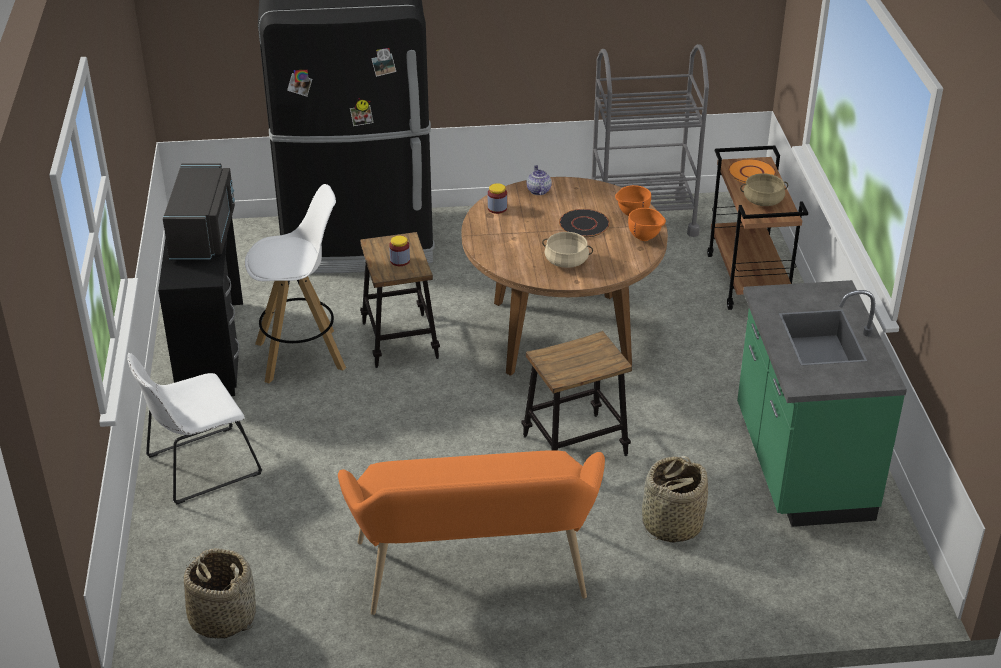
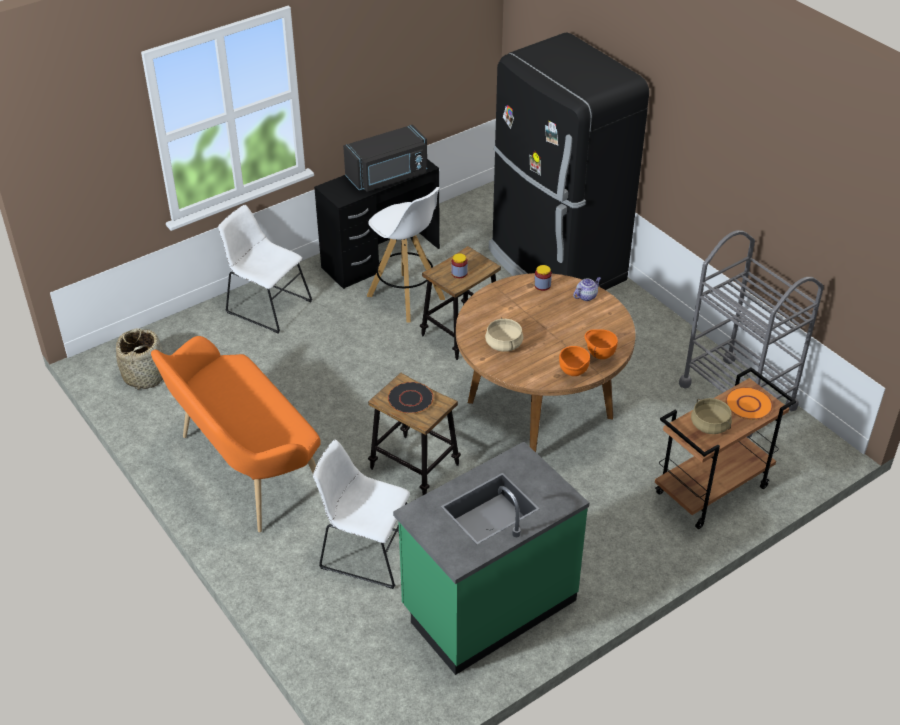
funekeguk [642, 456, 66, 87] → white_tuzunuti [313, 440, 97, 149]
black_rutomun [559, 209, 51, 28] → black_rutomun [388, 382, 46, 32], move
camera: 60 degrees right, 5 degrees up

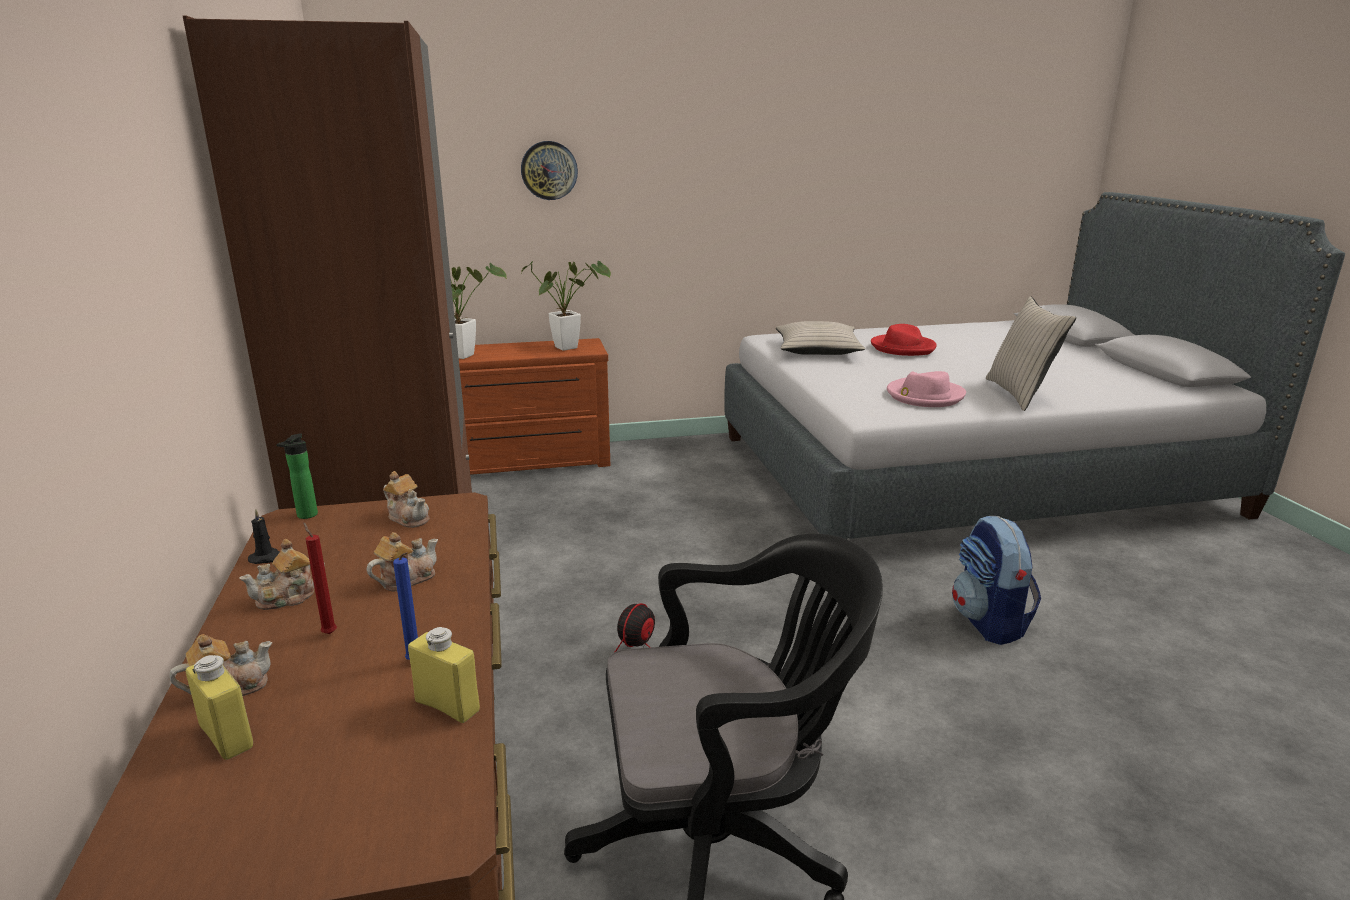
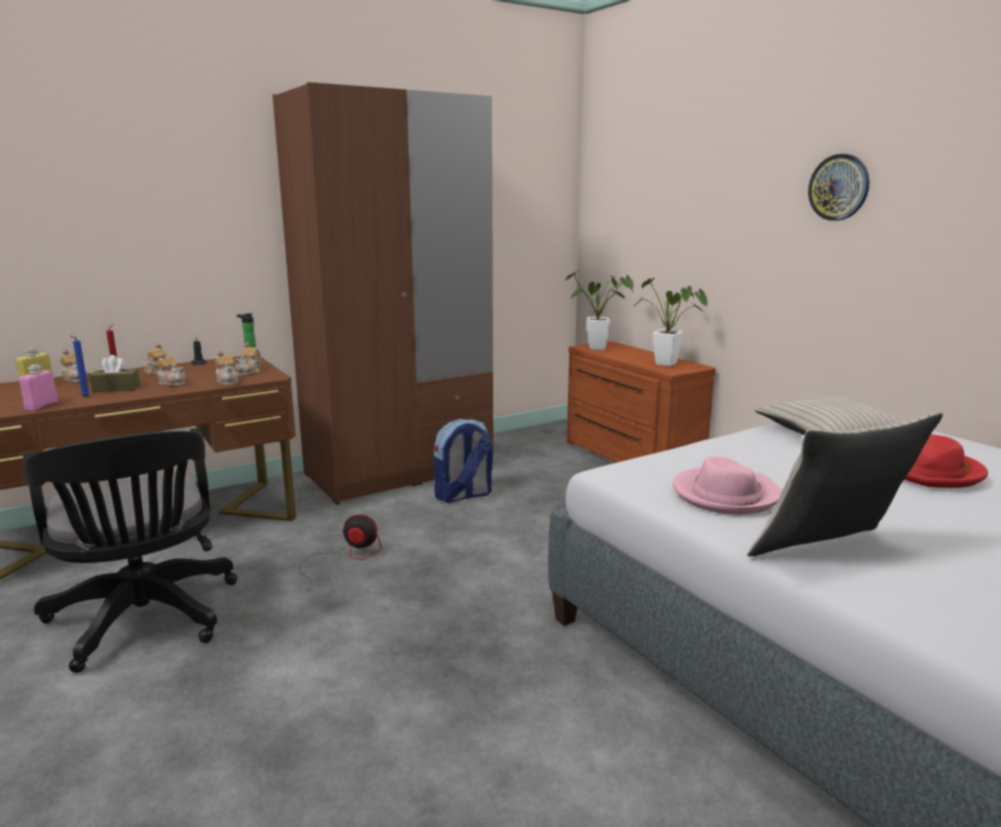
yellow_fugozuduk [408, 627, 72, 96] → pink_fugozuduk [19, 365, 39, 46]
- → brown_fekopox [89, 355, 51, 37]
- → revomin [215, 351, 24, 35]
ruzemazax [952, 516, 89, 129] → ruzemazax [434, 419, 59, 84], move
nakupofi [521, 141, 57, 59] → nakupofi [808, 154, 61, 67], move
camera: 70 degrees right, 5 degrees down

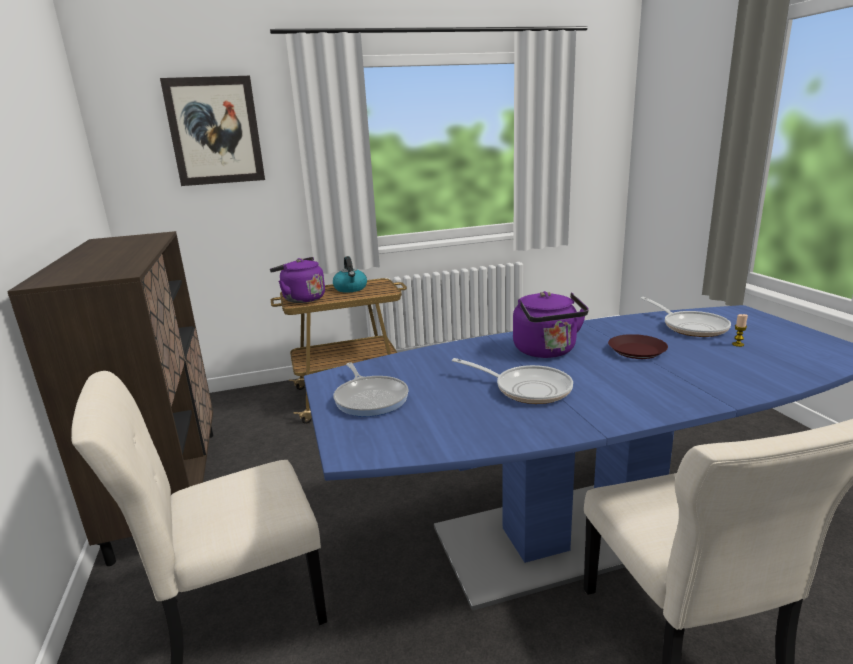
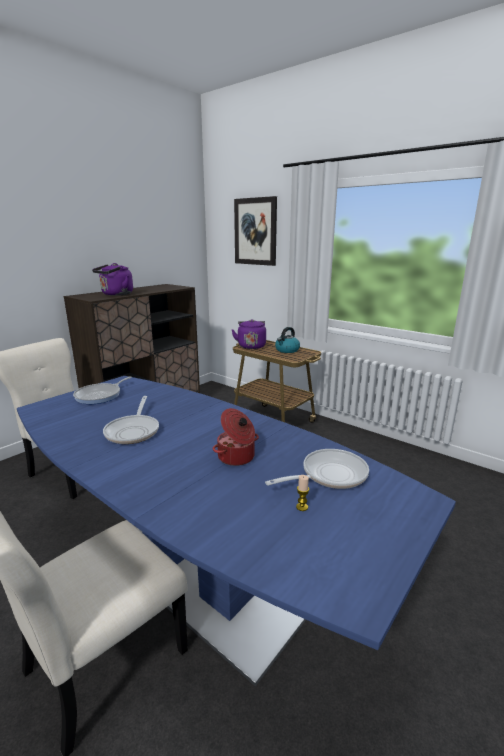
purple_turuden [513, 291, 76, 67] → purple_turuden [92, 263, 41, 33], move
brown_rutomun [608, 334, 60, 25] → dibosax [213, 408, 46, 58]
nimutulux [640, 297, 91, 40] → nimutulux [265, 449, 104, 40], 150 degrees counterclockwise
camera: 55 degrees right, 0 degrees up

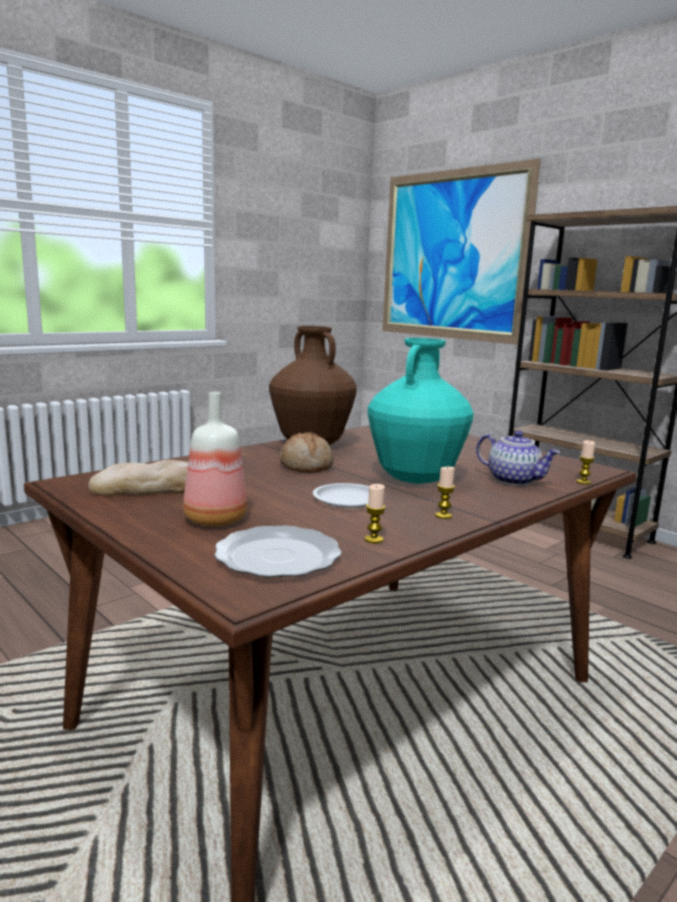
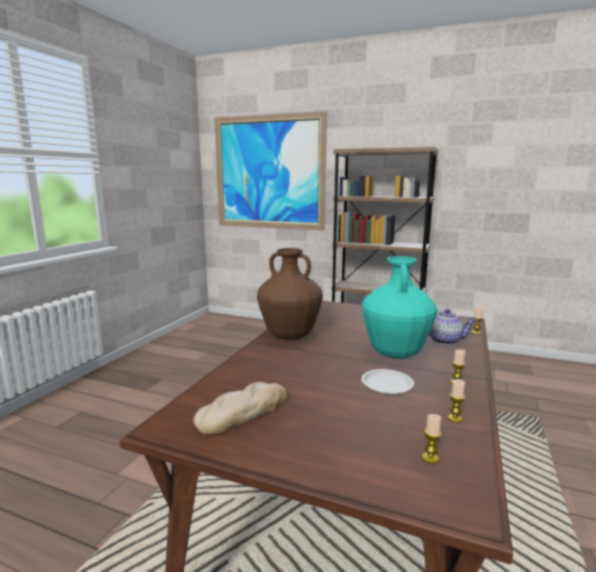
rutomun [214, 525, 128, 52] → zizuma [422, 414, 19, 50]
fugozuduk [183, 392, 64, 134] → -
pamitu [280, 432, 54, 41] → -
camera: 25 degrees left, 0 degrees up

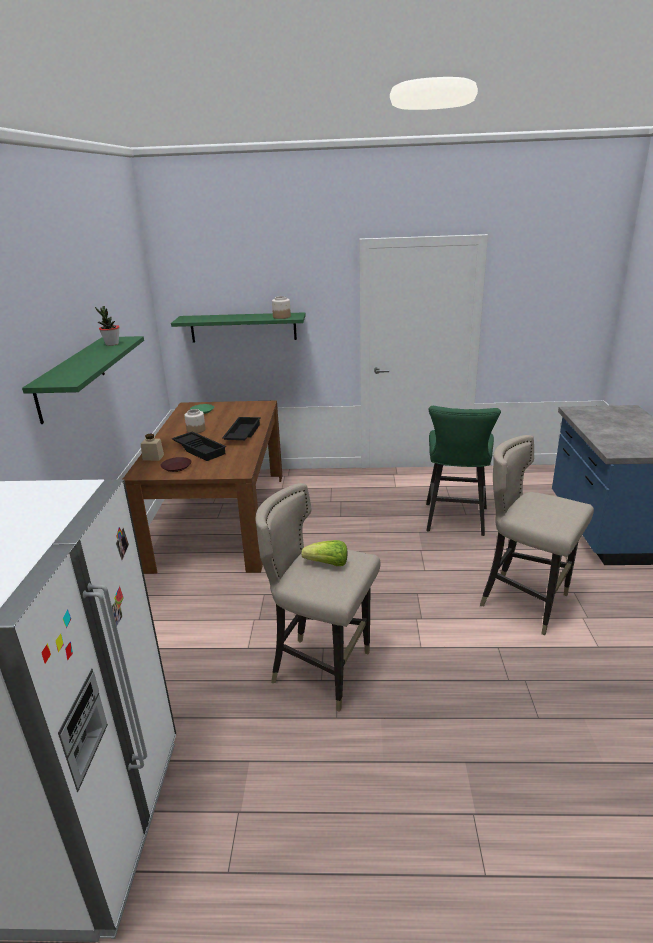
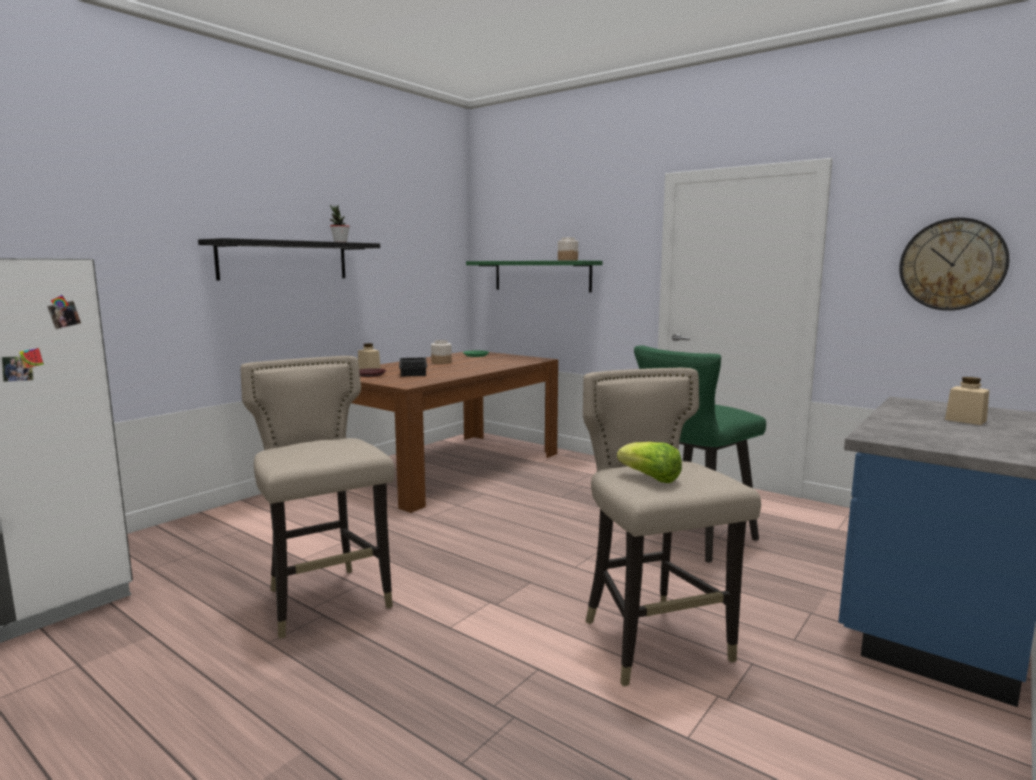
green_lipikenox [22, 336, 122, 88] → black_lipikenox [198, 238, 182, 43]
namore [301, 540, 46, 26] → namore [617, 442, 65, 41], move
- → nakupofi [899, 218, 110, 93]
- → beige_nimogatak [945, 377, 44, 48]
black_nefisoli [222, 417, 39, 23] → -
camera: 35 degrees right, 15 degrees down

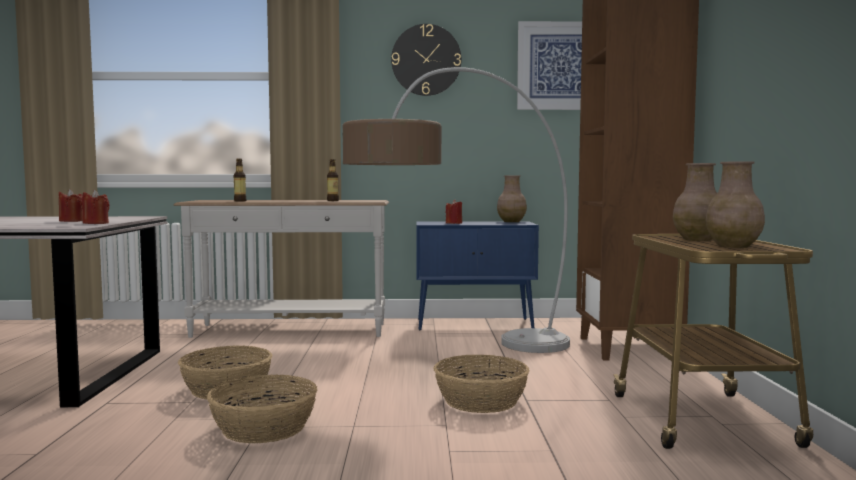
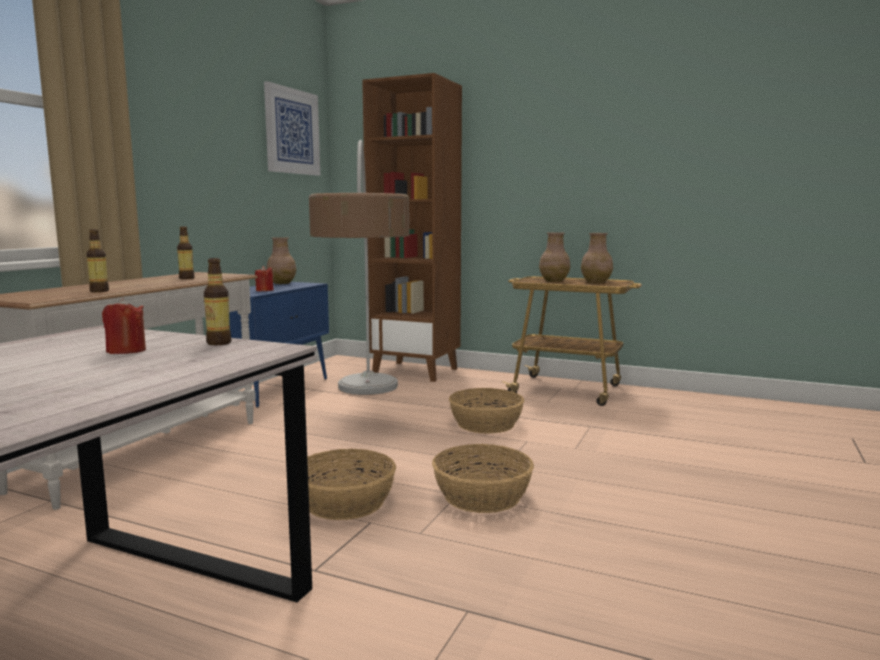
red_zizuma [82, 190, 27, 34] → fugozuduk [204, 258, 28, 87]
nakupofi [391, 24, 70, 72] → -
camera: 65 degrees left, 5 degrees up

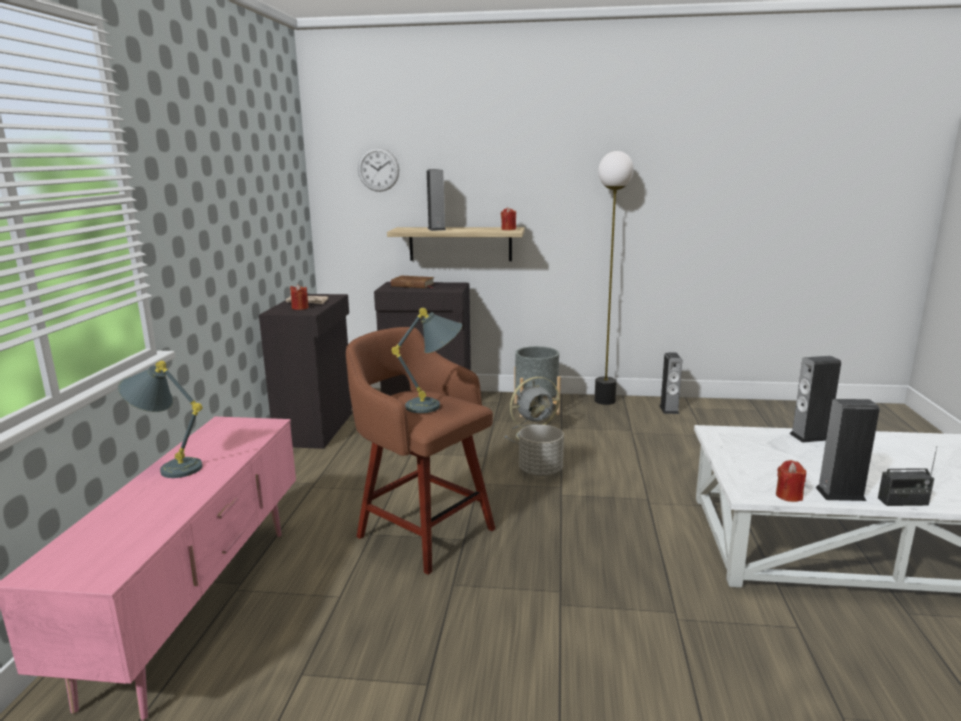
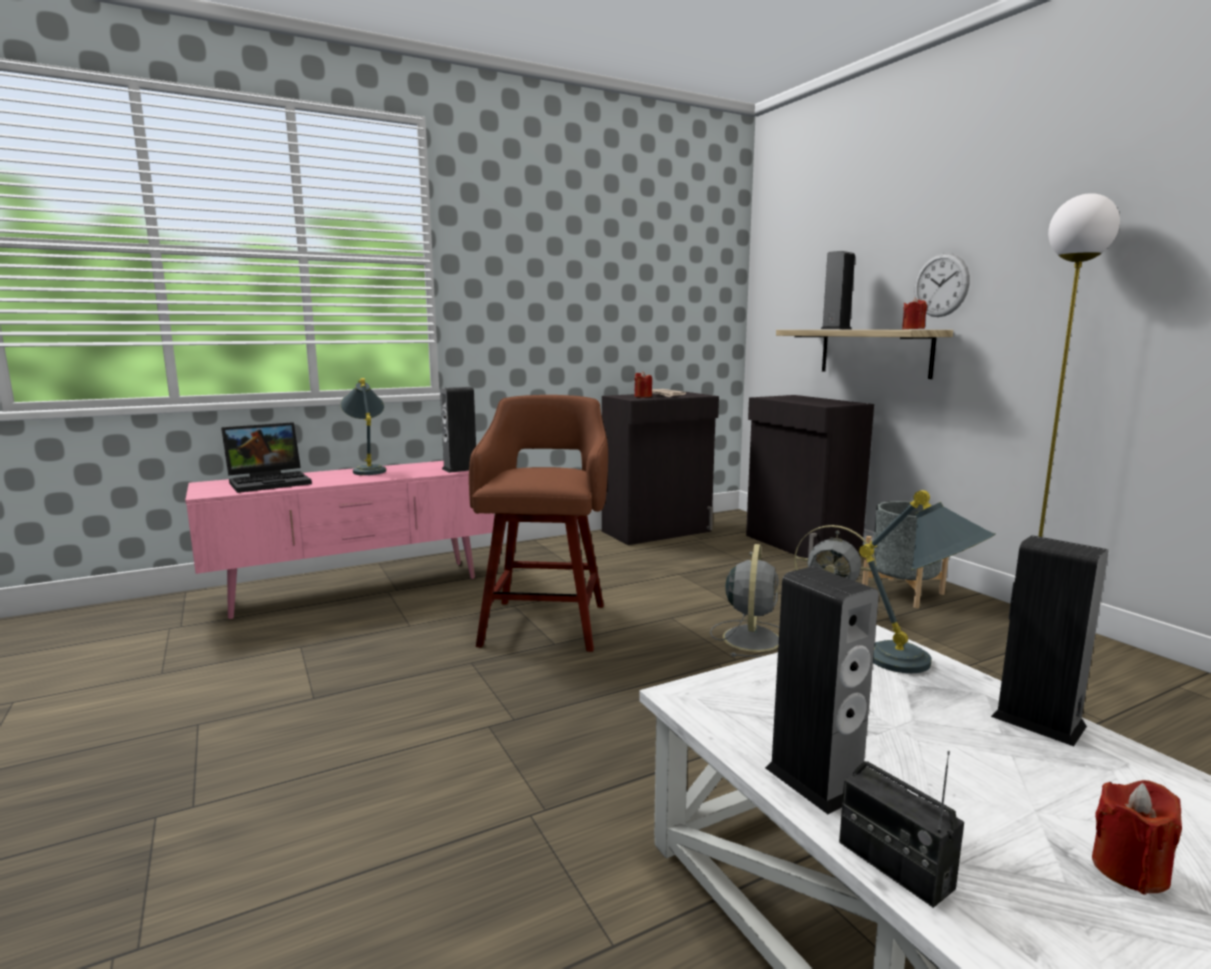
- → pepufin [221, 422, 91, 71]
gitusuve [659, 353, 23, 61] → gitusuve [440, 387, 36, 86], move
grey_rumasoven [519, 425, 45, 51] → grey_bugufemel [710, 544, 69, 113]
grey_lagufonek [392, 308, 70, 105] → grey_lagufonek [859, 490, 137, 183], move
nakupofi [358, 148, 41, 44] → nakupofi [915, 253, 55, 64], move
red_zizuma [776, 460, 30, 42] → red_zizuma [1092, 780, 90, 115], move
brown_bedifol [391, 276, 44, 12] → -
camera: 55 degrees right, 5 degrees down

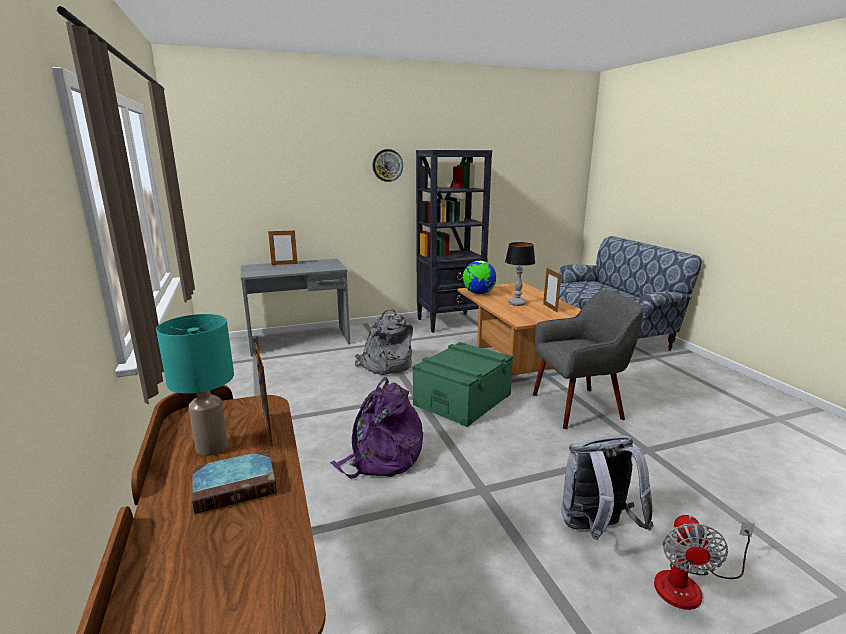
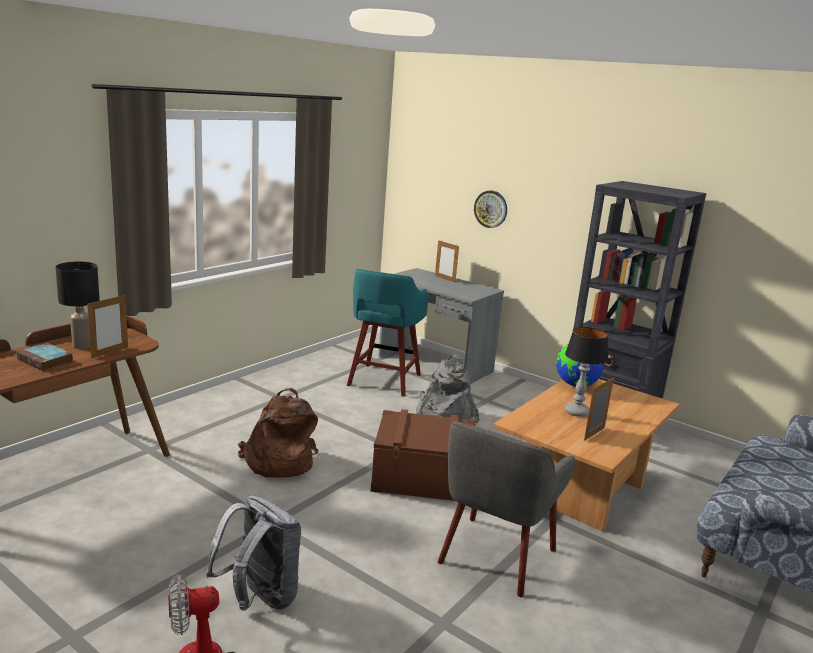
turquoise_lagufonek [156, 314, 78, 142] → black_lagufonek [55, 262, 45, 87]
purple_ruzemazax [330, 377, 93, 101] → brown_ruzemazax [238, 388, 80, 89]
- → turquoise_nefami [347, 269, 81, 128]
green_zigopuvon [413, 342, 100, 85] → brown_zigopuvon [370, 409, 105, 92]
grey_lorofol [533, 290, 111, 139] → grey_lorofol [438, 421, 137, 176], 75 degrees clockwise
nakupofi [372, 149, 31, 33] → nakupofi [474, 190, 33, 38], move
camera: 55 degrees right, 0 degrees up

